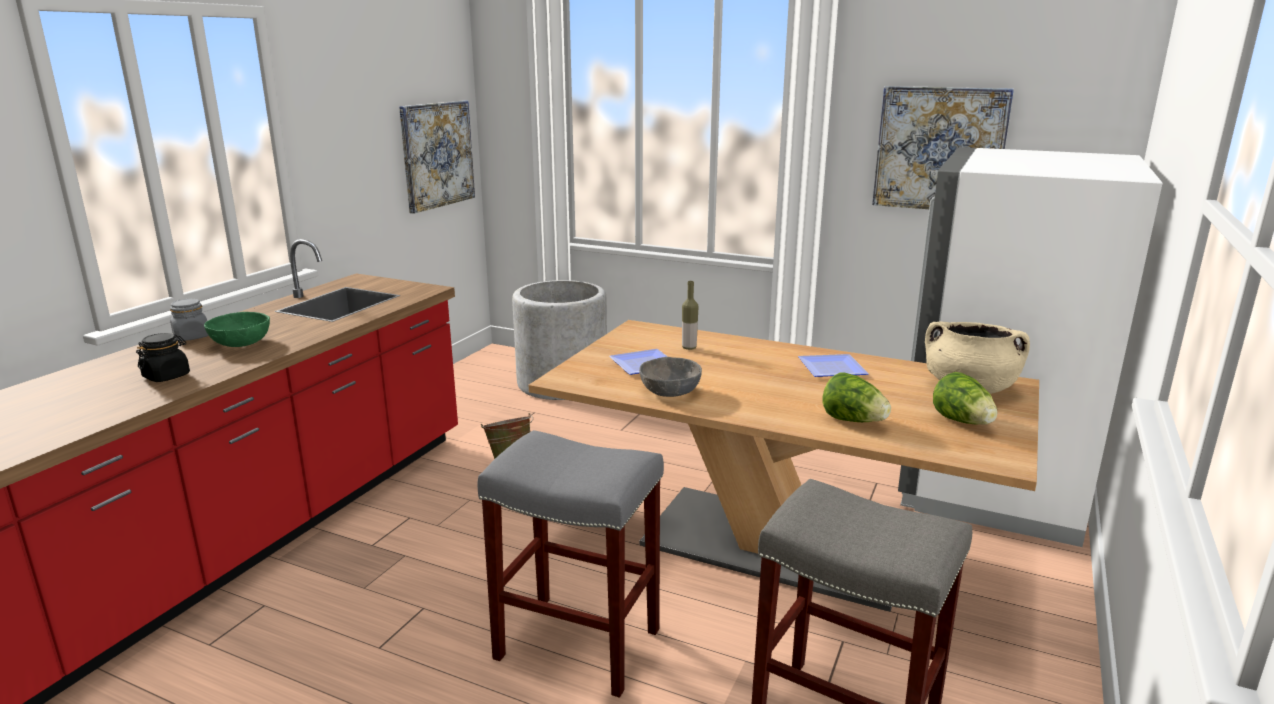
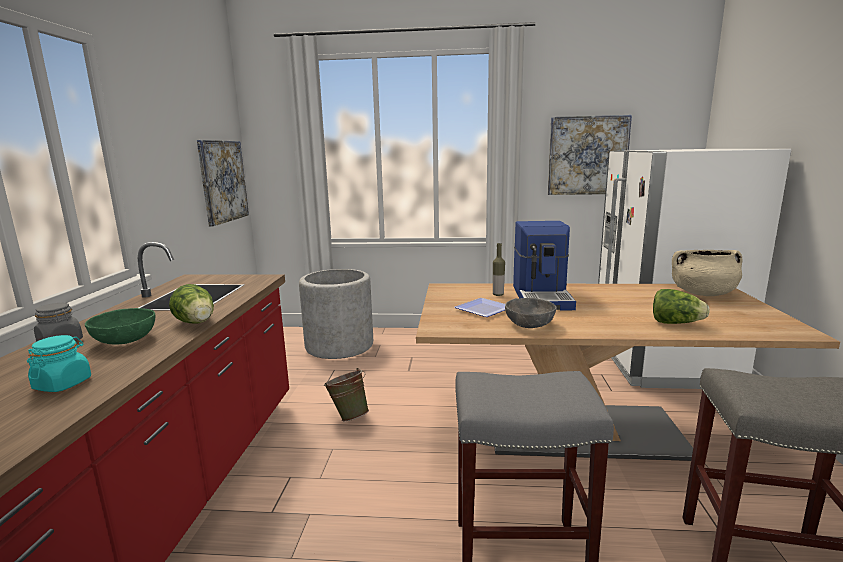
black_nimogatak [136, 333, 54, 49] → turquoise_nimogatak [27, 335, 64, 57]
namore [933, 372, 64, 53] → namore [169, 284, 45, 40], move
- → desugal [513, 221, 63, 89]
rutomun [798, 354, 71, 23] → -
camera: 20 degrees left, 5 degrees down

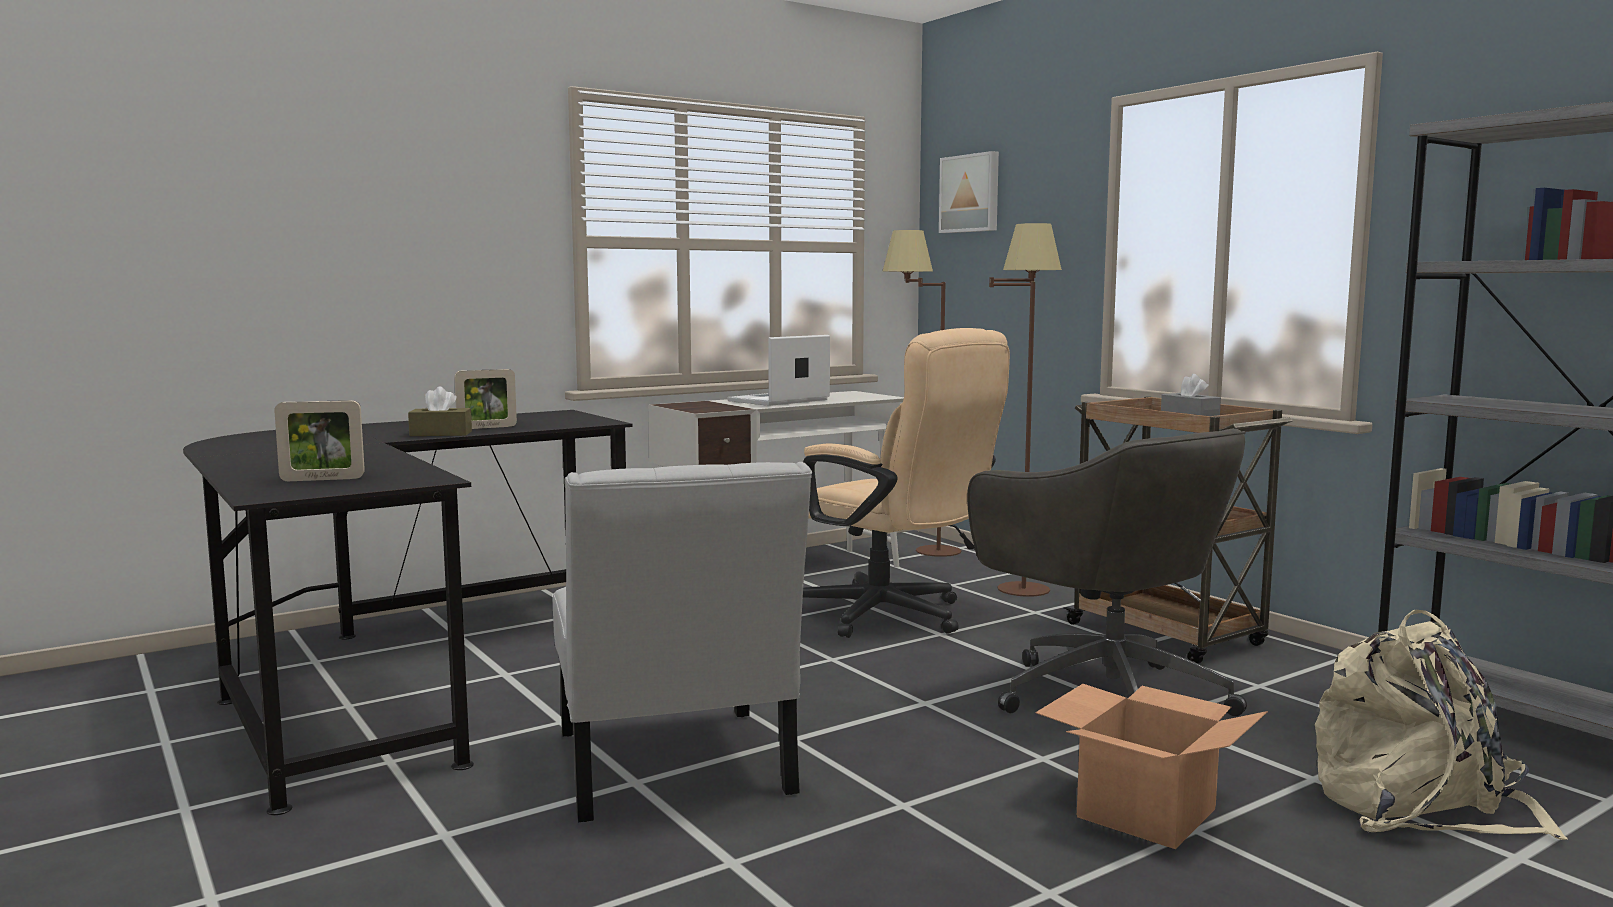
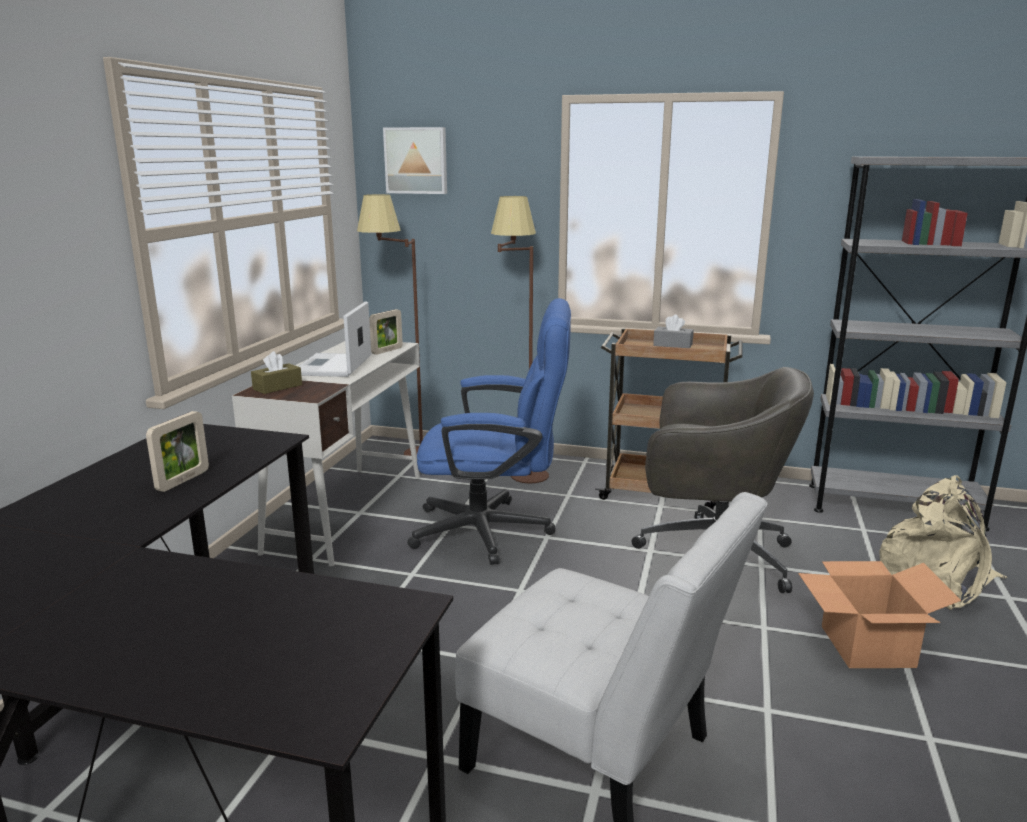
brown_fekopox [408, 386, 64, 50] → brown_fekopox [251, 351, 51, 43], move
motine [274, 400, 91, 81] → motine [369, 309, 34, 46], move
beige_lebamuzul [803, 328, 207, 310] → blue_lebamuzul [407, 298, 164, 267]
camera: 40 degrees left, 10 degrees up

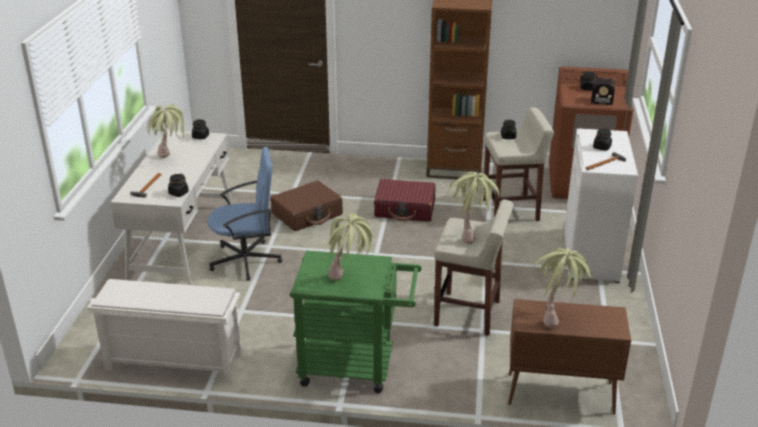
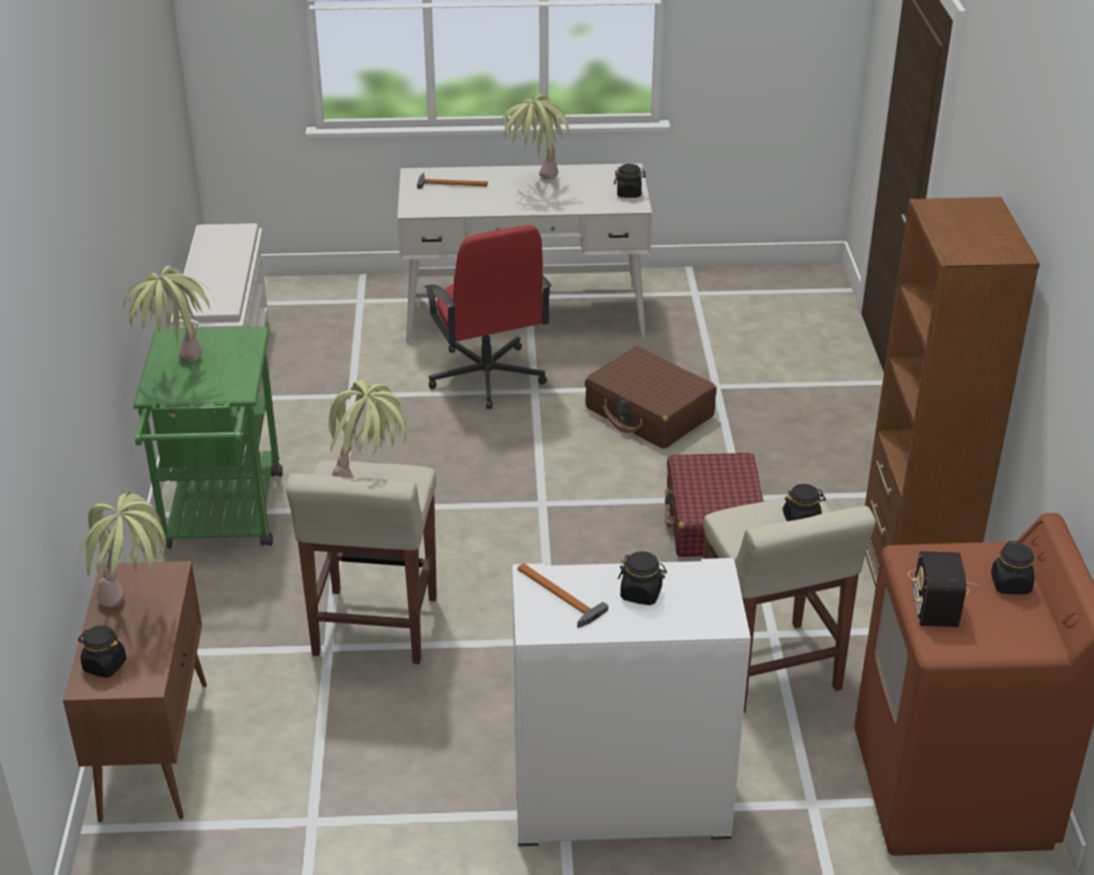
black_nimogatak [168, 174, 21, 23] → black_nimogatak [78, 626, 49, 52], move
blue_lebamuzul [207, 147, 76, 134] → red_lebamuzul [424, 225, 128, 184]
camera: 80 degrees right, 5 degrees up

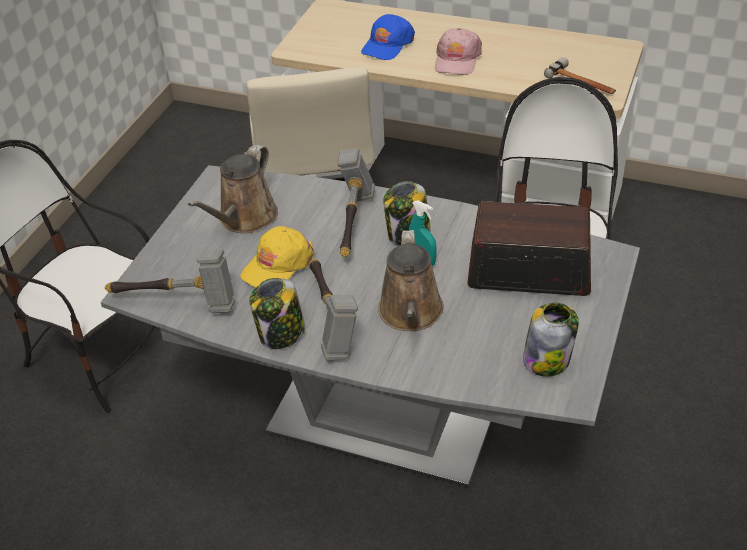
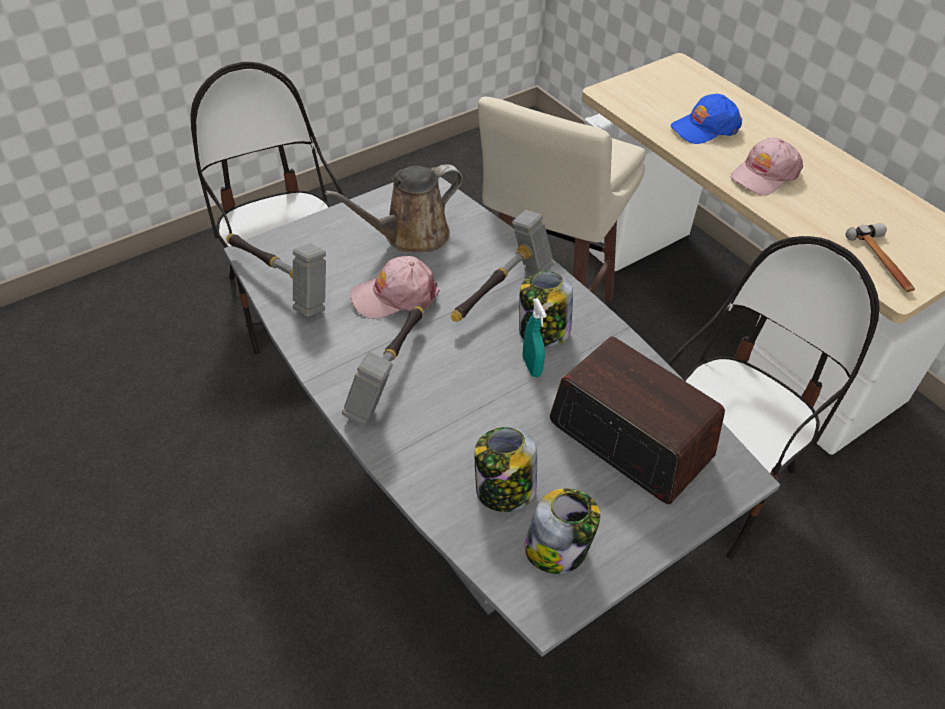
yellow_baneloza [240, 226, 74, 62] → pink_baneloza [350, 256, 90, 63]
nimogatak [250, 278, 55, 71] → nimogatak [475, 427, 62, 85], move
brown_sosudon [378, 230, 66, 101] → -
camera: 30 degrees right, 5 degrees up

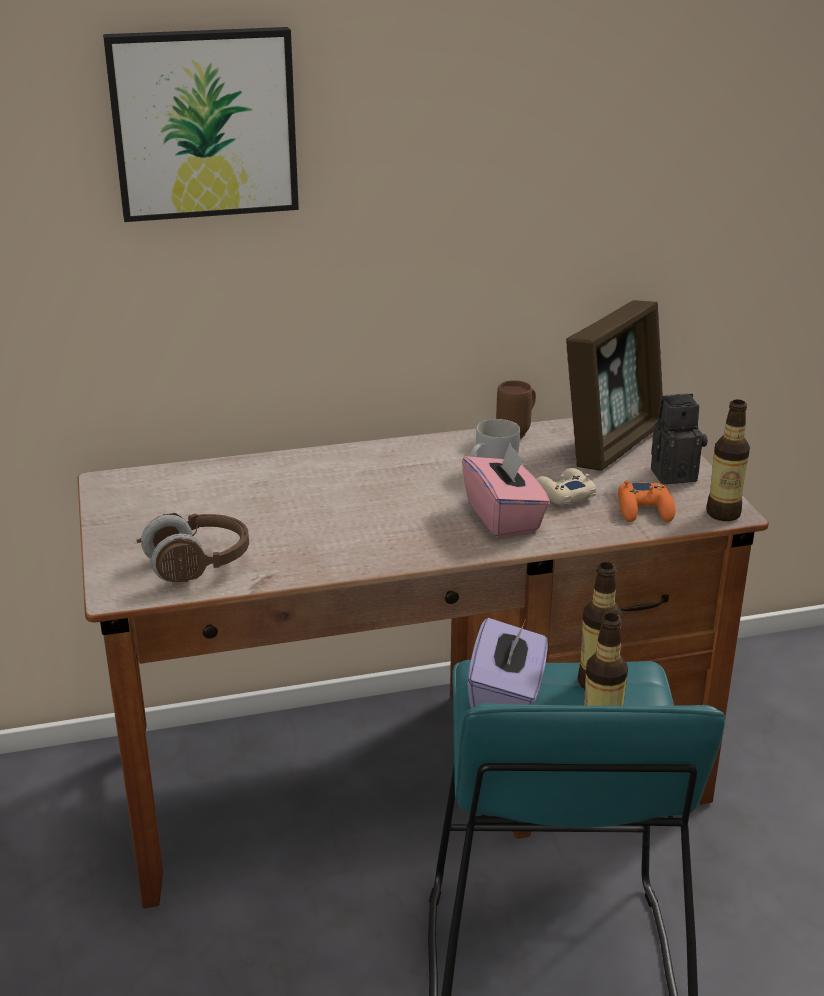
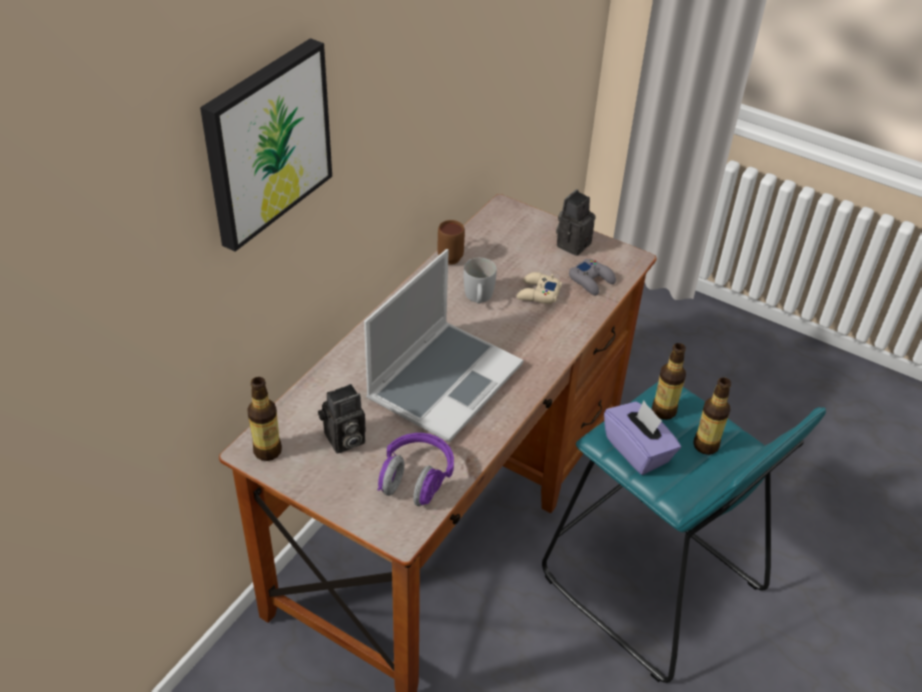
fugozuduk [706, 399, 44, 122] → fugozuduk [247, 377, 35, 84], move
- → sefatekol [318, 384, 48, 69]
- → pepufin [364, 249, 159, 193]
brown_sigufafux [137, 513, 112, 69] → purple_sigufafux [377, 433, 77, 73]
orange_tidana [618, 481, 57, 41] → grey_tidana [569, 259, 47, 37]
pink_fekopox [462, 443, 88, 95] → -
motine [566, 300, 97, 171] → -
camera: 45 degrees left, 15 degrees up

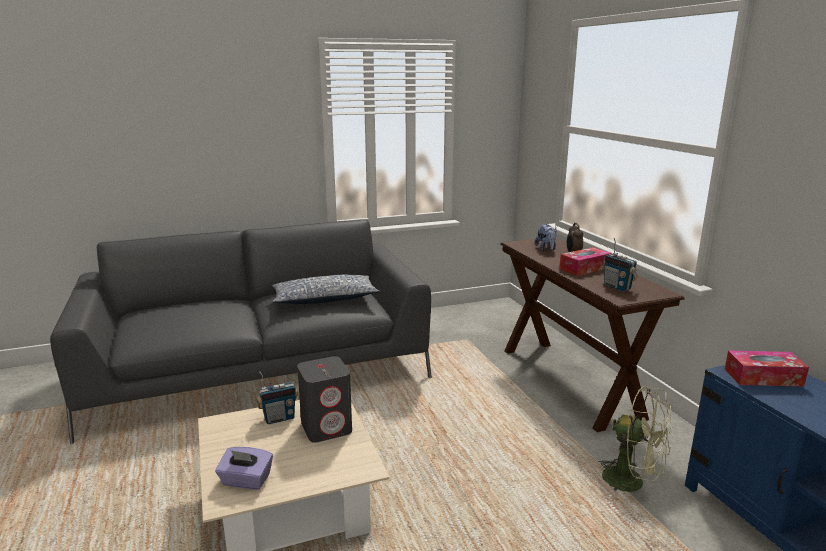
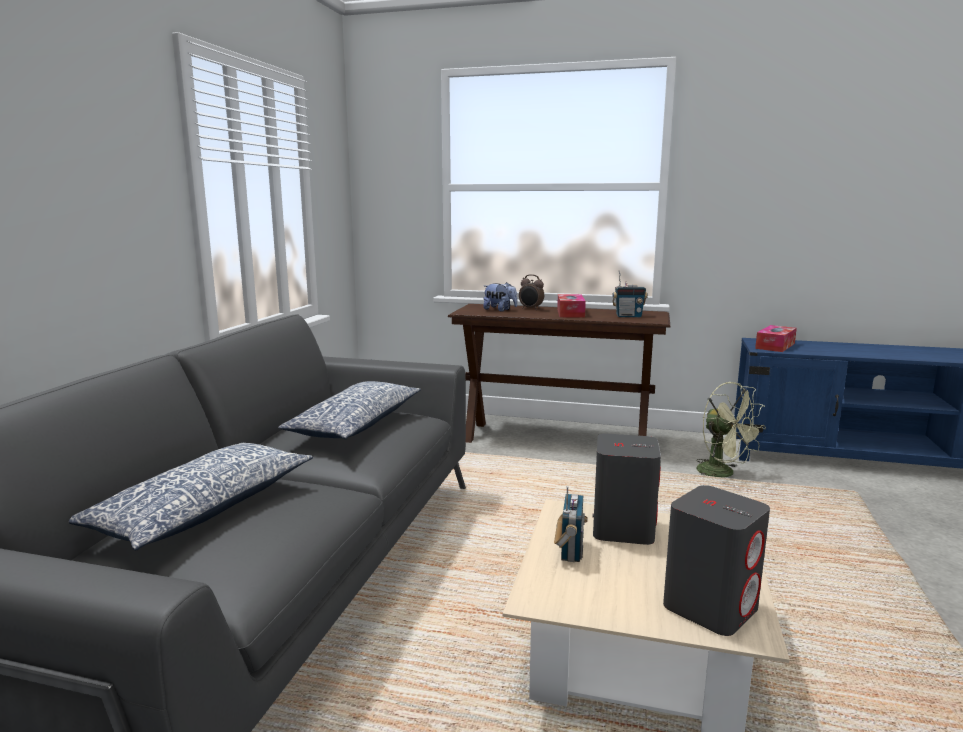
- → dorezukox [69, 443, 244, 108]
purple_fekopox [215, 447, 58, 43] → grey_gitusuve [663, 485, 107, 151]
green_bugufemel [598, 386, 74, 107] → green_bugufemel [696, 382, 70, 96], 75 degrees clockwise
camera: 55 degrees left, 5 degrees down

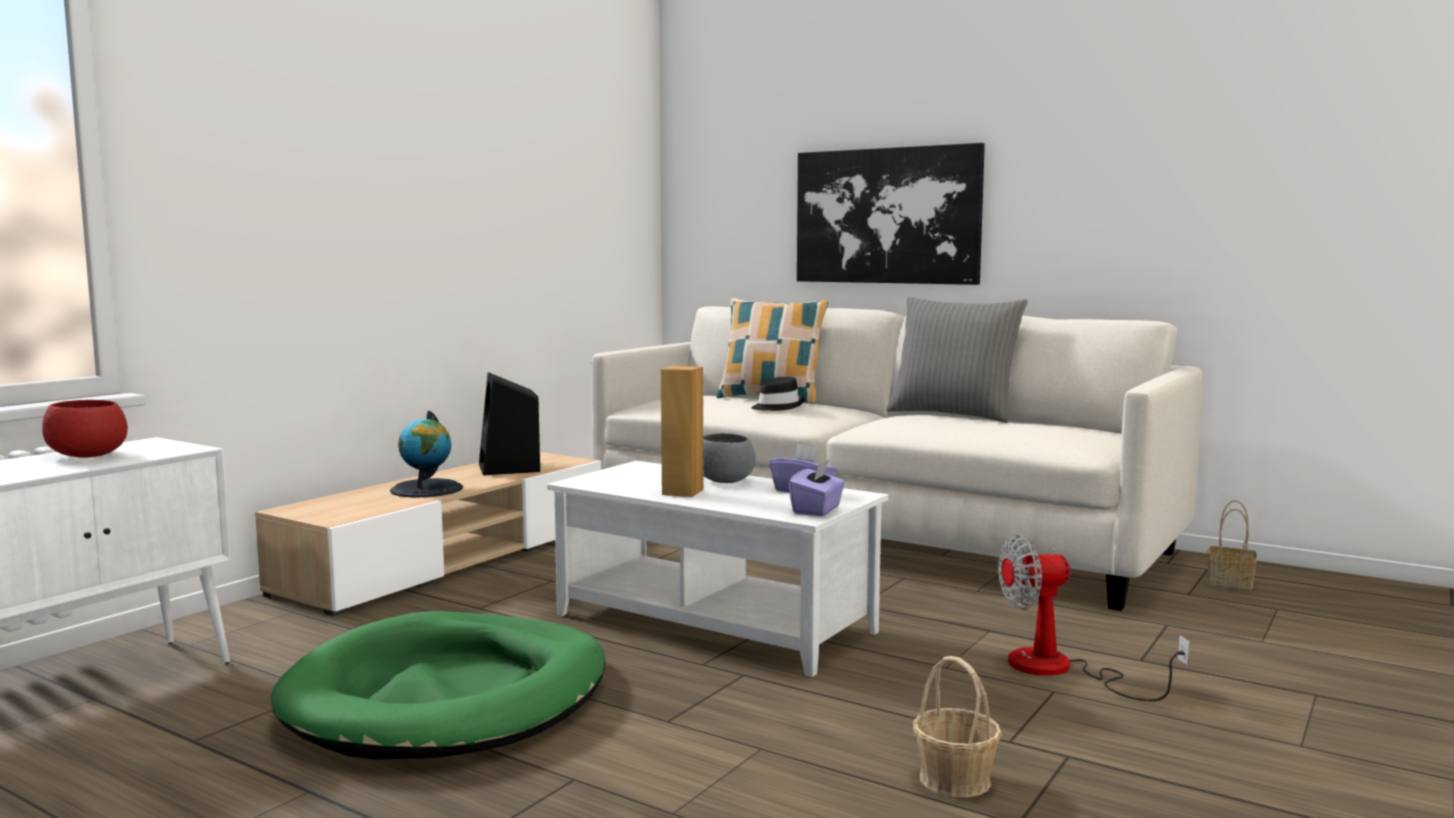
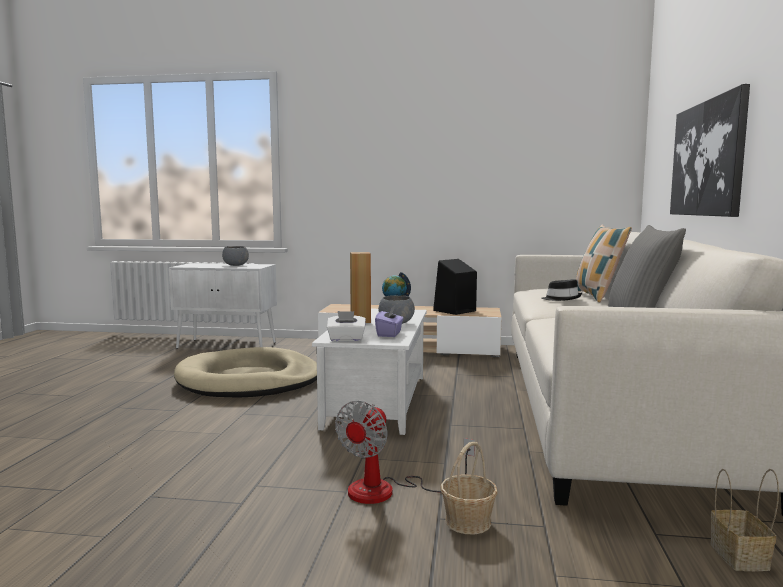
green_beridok [270, 611, 335, 149] → beige_beridok [174, 347, 143, 51]
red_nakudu [42, 400, 86, 58] → grey_nakudu [222, 246, 27, 20]
purple_fekopox [789, 460, 56, 56] → white_fekopox [327, 311, 39, 31]
bugufemel [998, 534, 192, 167] → bugufemel [335, 400, 140, 104], 120 degrees counterclockwise
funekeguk [913, 656, 89, 142] → funekeguk [441, 442, 57, 93], move
camera: 65 degrees right, 0 degrees up

